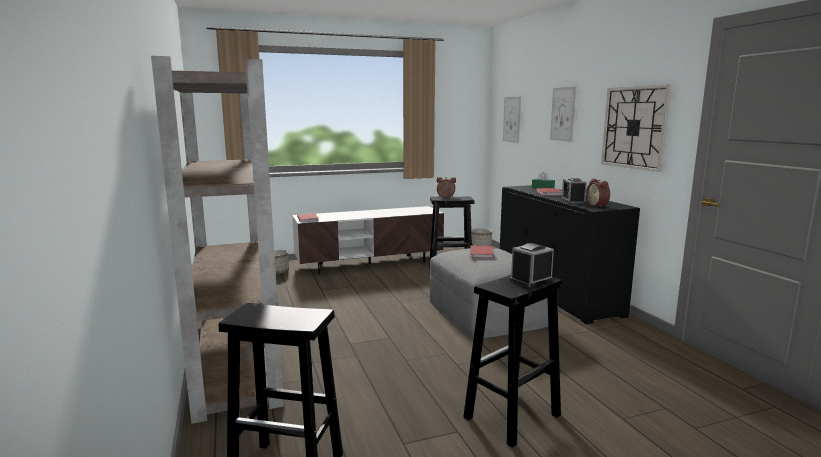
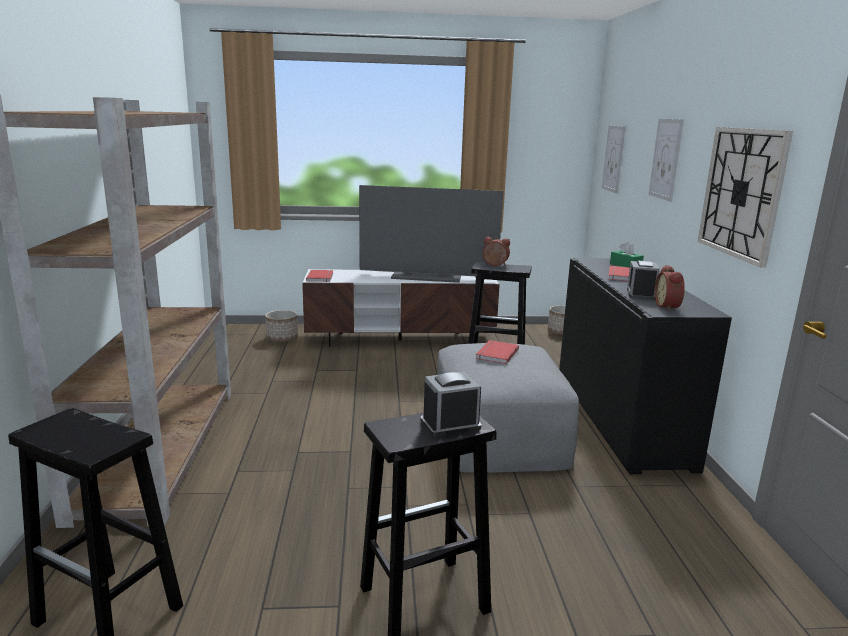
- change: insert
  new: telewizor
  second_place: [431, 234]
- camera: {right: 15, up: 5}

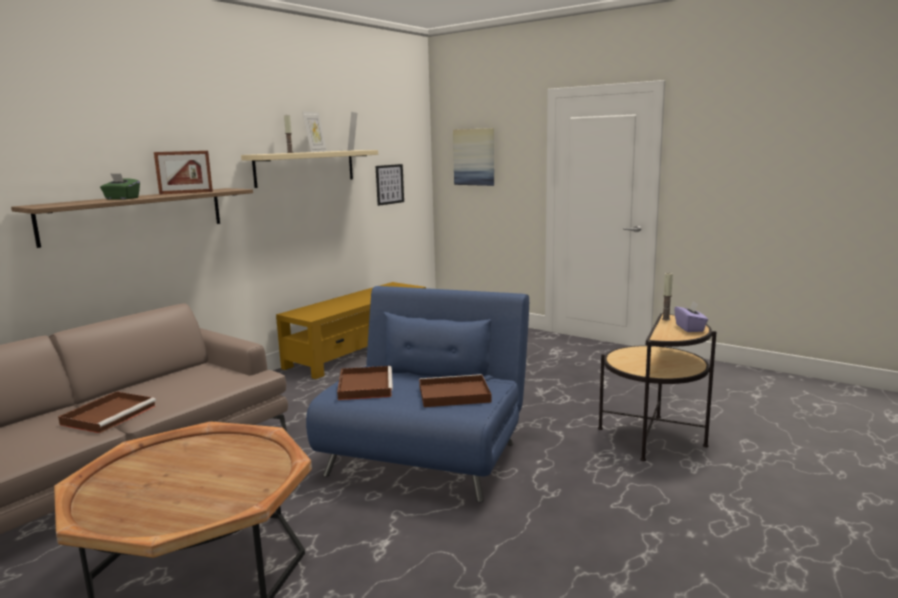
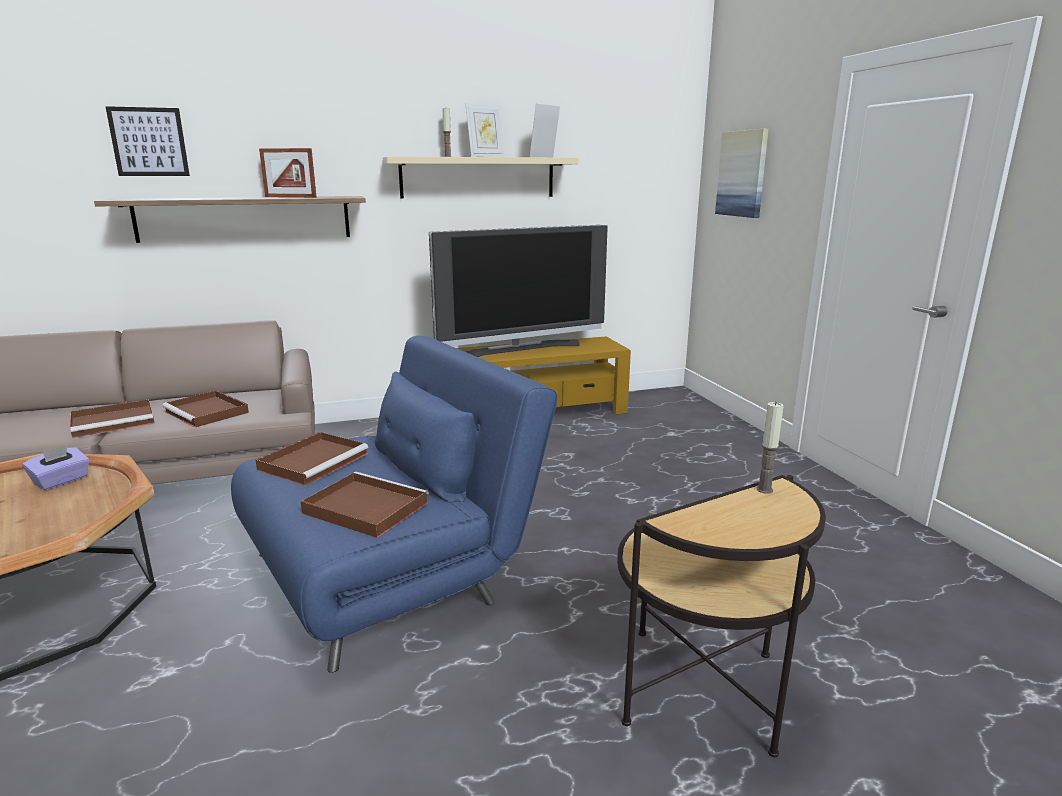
- change: move
  old: pudełko chusteczek [fioletowy]
  first_place: [691, 316]
  second_place: [55, 467]
- change: move
  old: obraz
  first_place: [390, 185]
  second_place: [147, 141]
- change: insert
  new: taca [brązowy]
  second_place: [205, 409]
- change: insert
  new: telewizor
  second_place: [518, 291]
- change: delete
  old: pudełko chusteczek [zielony]
  first_place: [120, 186]
- camera: {right: 35, up: 5}

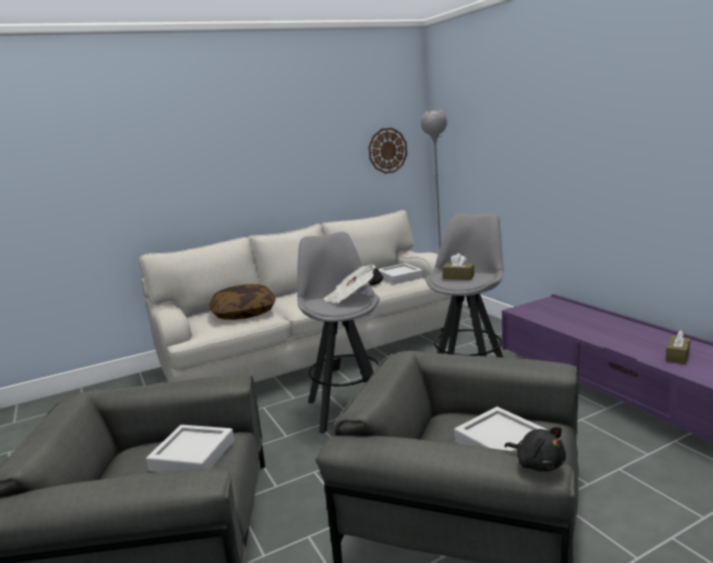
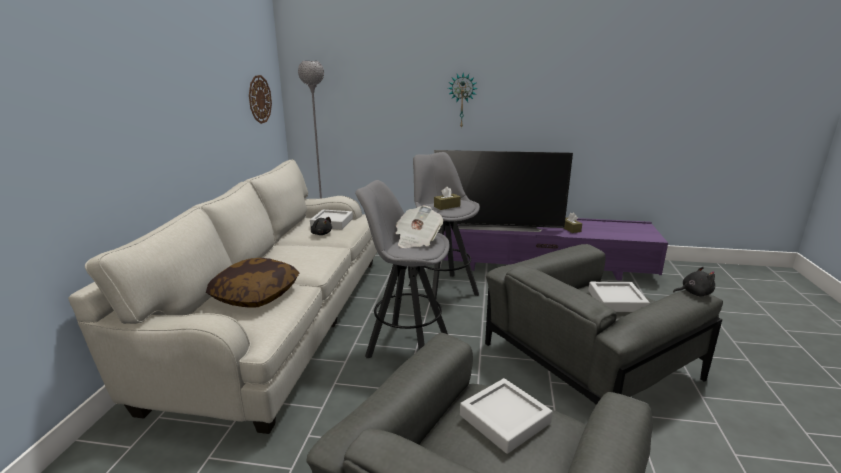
- change: insert
  new: telewizor
  second_place: [503, 191]
- change: insert
  new: zegar ścienny
  second_place: [463, 101]
- camera: {right: -55, up: 5}

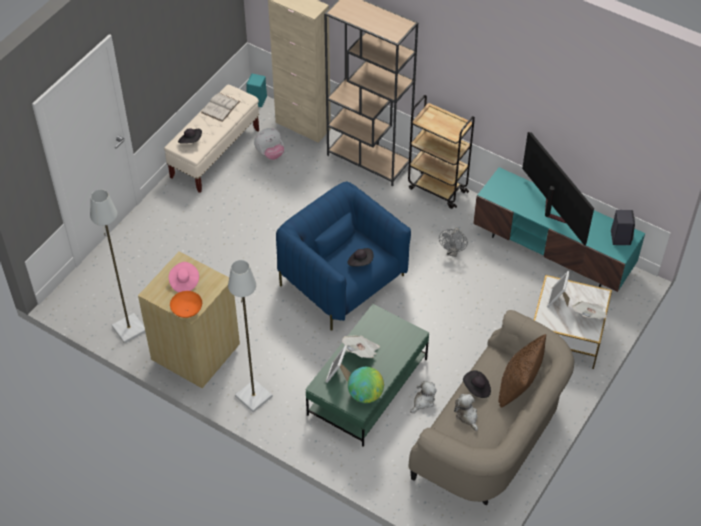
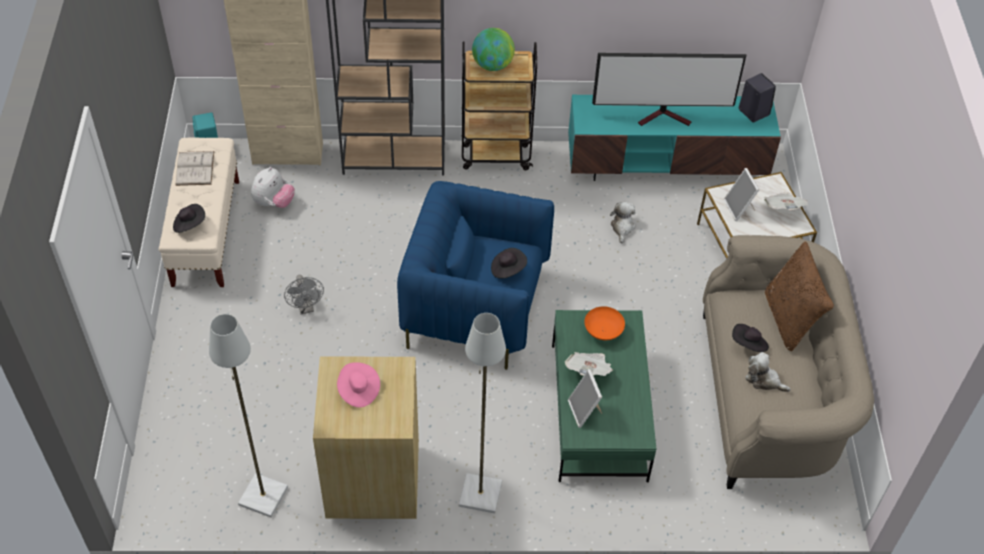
- change: move
  old: wentylator [szary]
  first_place: [453, 242]
  second_place: [304, 295]
- change: move
  old: globus
  first_place: [366, 385]
  second_place: [493, 49]
- change: move
  old: miska [pomarańczowy]
  first_place: [186, 304]
  second_place: [604, 323]
- change: rotate
  old: telewizor
  first_place: [558, 189]
  second_place: [669, 89]
  degrees: 150
- change: move
  old: pluszak
  first_place: [423, 397]
  second_place: [623, 222]
- camera: {right: -35, up: 0}

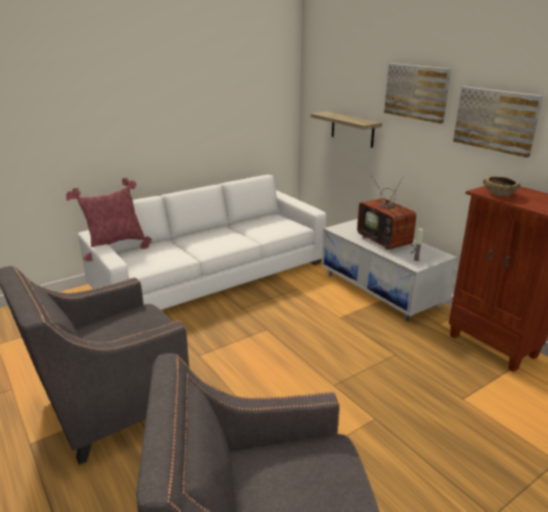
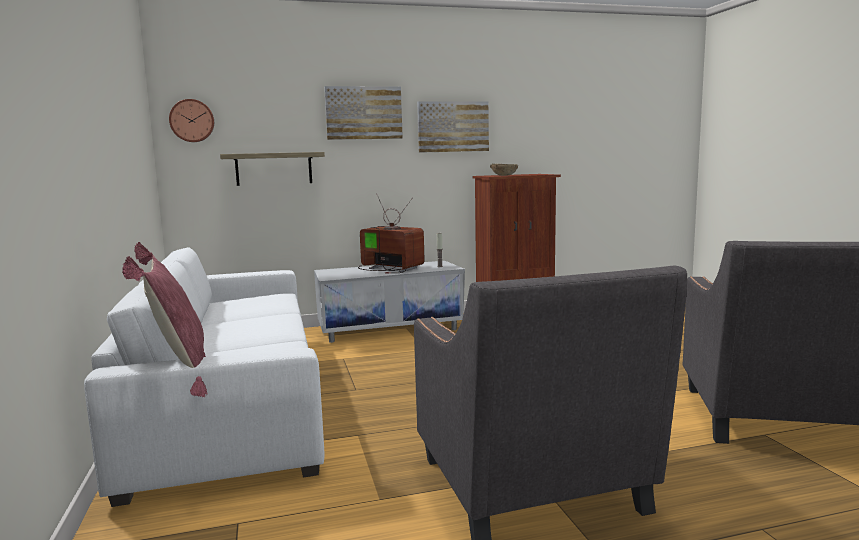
- change: insert
  new: zegar ścienny
  second_place: [191, 120]
- change: rotate
  old: telewizor
  first_place: [386, 214]
  second_place: [391, 234]
  degrees: -135
- camera: {right: -70, up: -15}

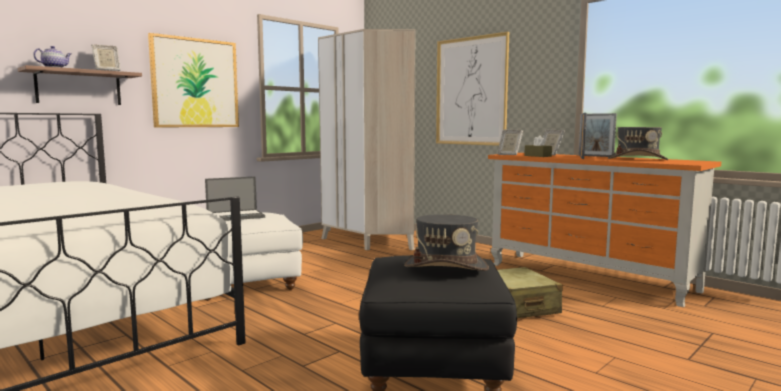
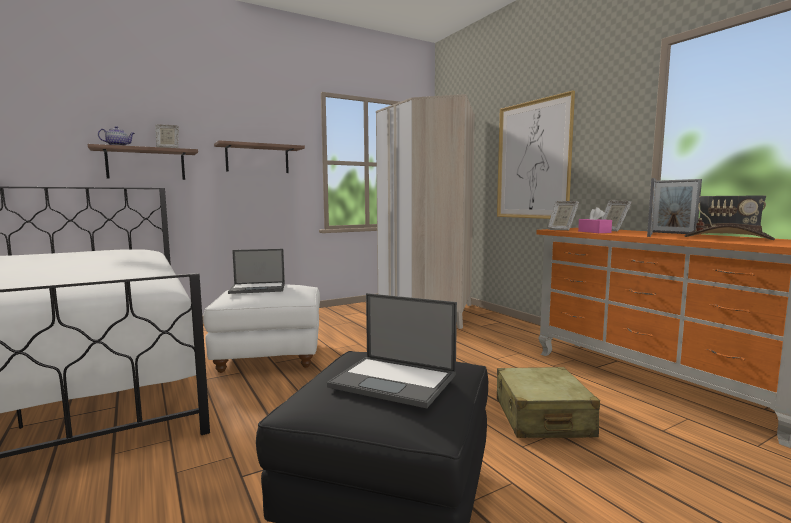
- change: replace
  old: obraz
  new: półka
  first_place: [193, 80]
  second_place: [259, 156]
- change: replace
  old: kapelusz [szary]
  new: laptop
  first_place: [446, 242]
  second_place: [392, 350]
- change: recolor
  old: pudełko chusteczek [brązowy]
  new: pudełko chusteczek [różowy]
  first_place: [538, 146]
  second_place: [595, 220]
- camera: {right: 15, up: 0}

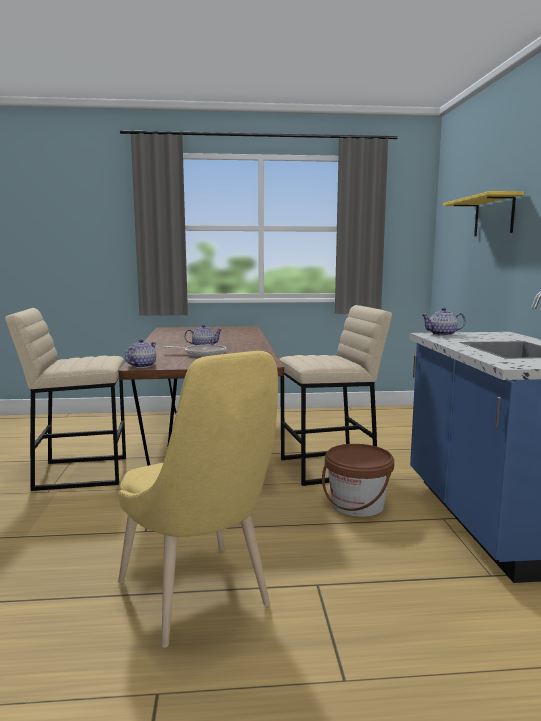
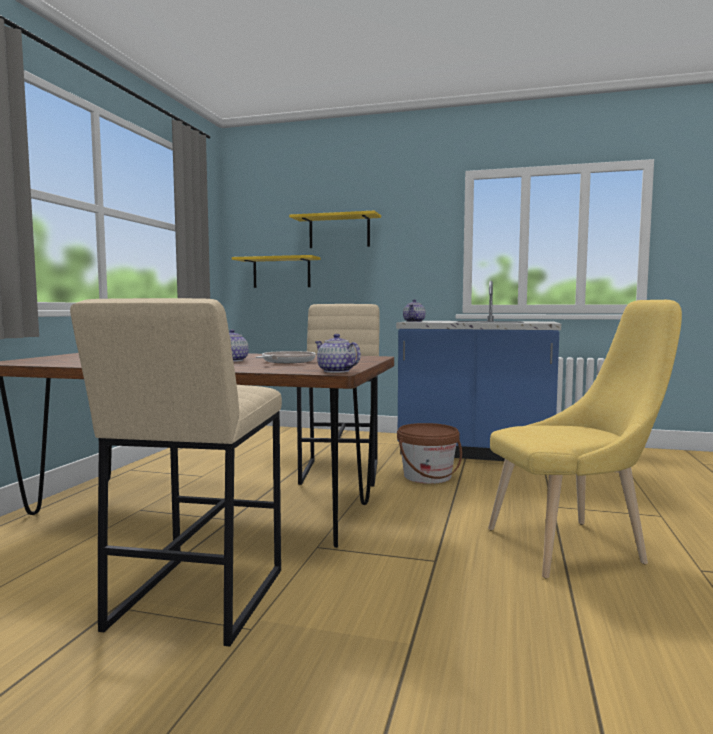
- change: insert
  new: półka [żółty]
  second_place: [276, 271]
- camera: {right: -70, up: -5}

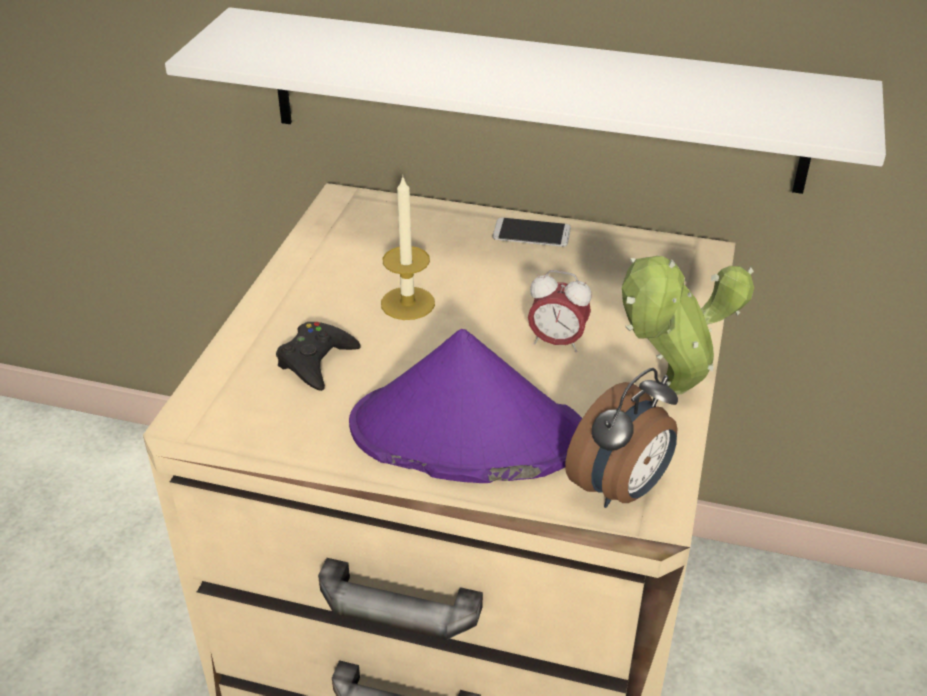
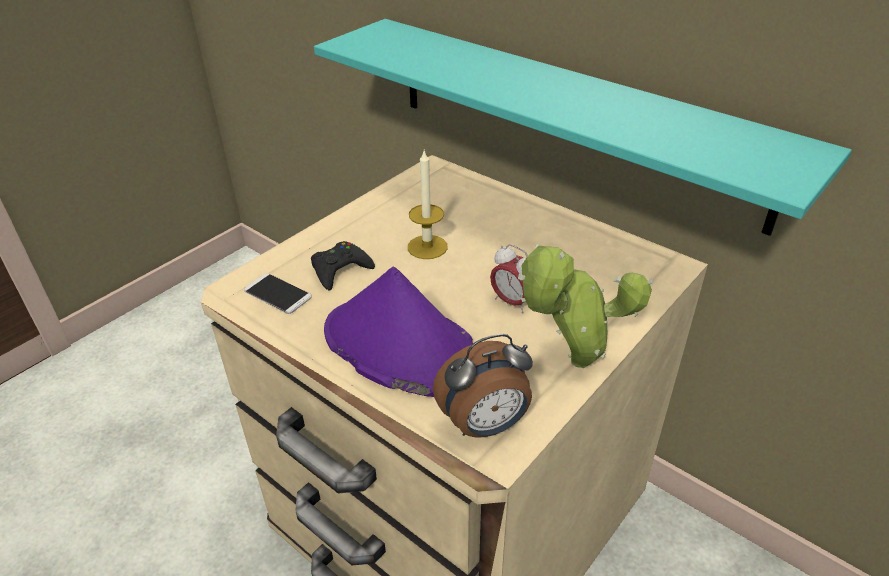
- change: move
  old: telefon
  first_place: [532, 232]
  second_place: [278, 293]
- change: recolor
  old: półka [biały]
  new: półka [turkusowy]
  first_place: [525, 100]
  second_place: [583, 127]
- camera: {right: 25, up: 0}

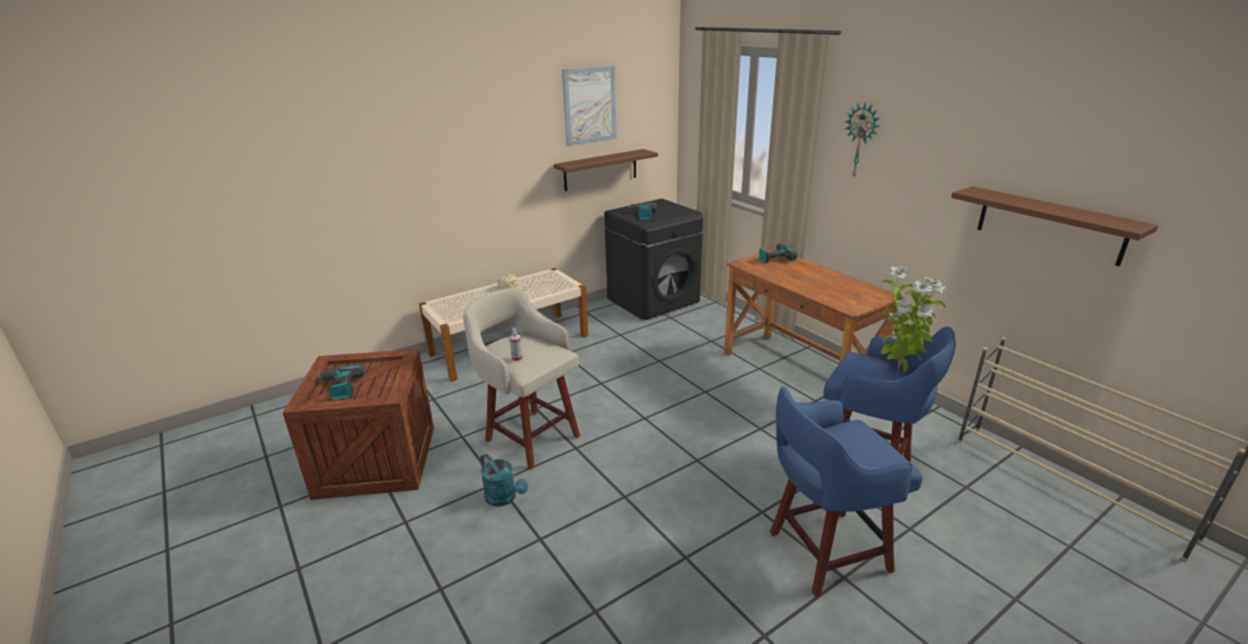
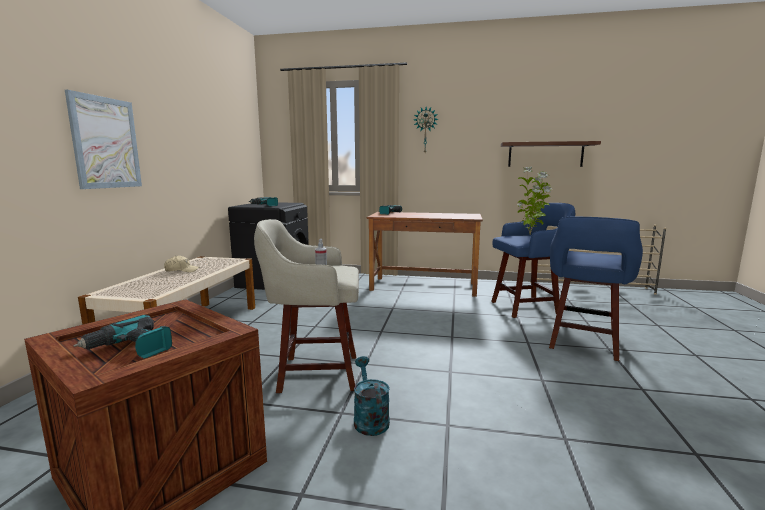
- change: move
  old: obraz
  first_place: [589, 105]
  second_place: [103, 139]
- change: rotate
  old: konewka [turkusowy]
  first_place: [504, 480]
  second_place: [372, 396]
  degrees: -105
- change: delete
  old: półka [brązowy]
  first_place: [605, 170]
- camera: {right: -45, up: -15}

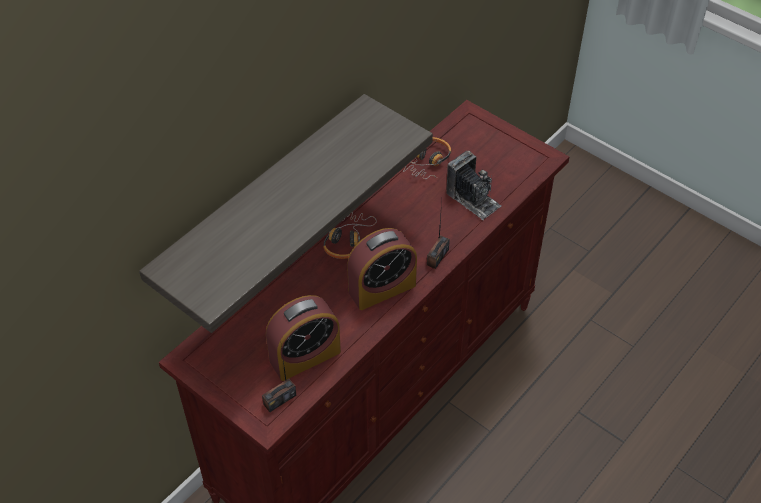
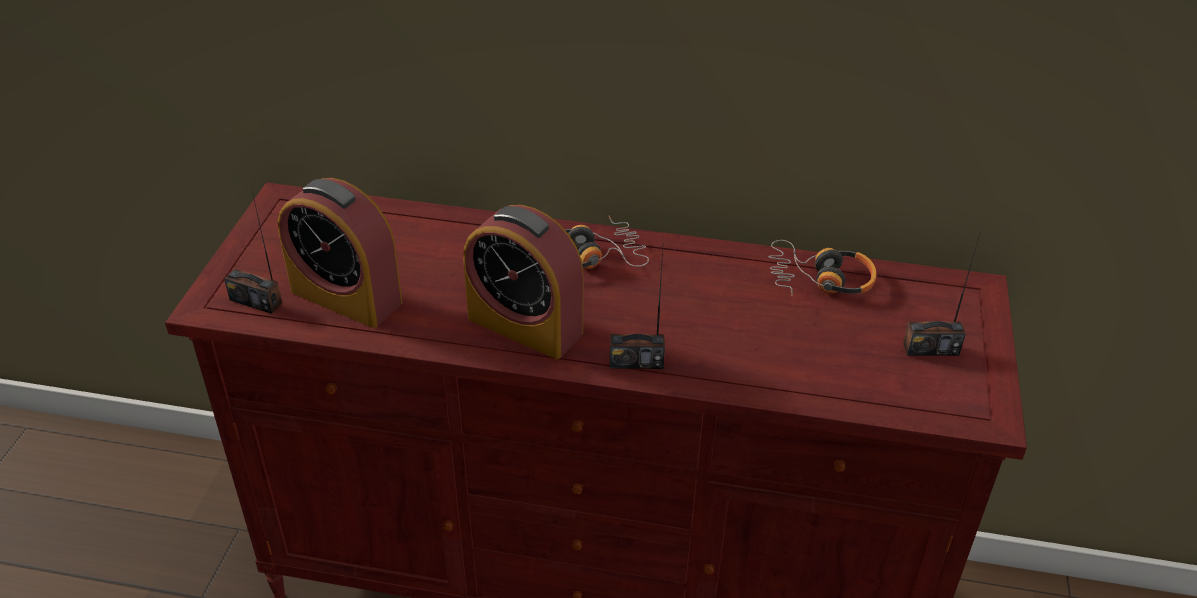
- change: insert
  new: radio
  second_place: [942, 293]
- change: delete
  old: półka
  first_place: [286, 213]
- change: delete
  old: aparat fotograficzny
  first_place: [473, 185]
- camera: {right: 60, up: -10}

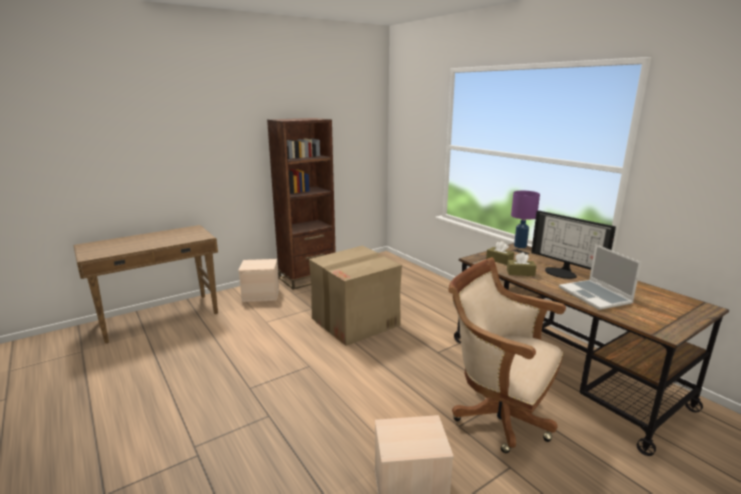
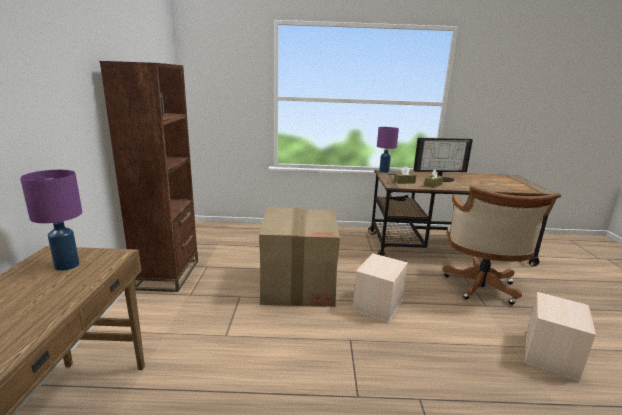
- change: insert
  new: lampa stołowa [fioletowy]
  second_place: [51, 220]
- change: move
  old: pojemnik do przechowywania [beżowy]
  first_place: [258, 280]
  second_place: [380, 288]
- change: rotate
  old: krzesło biurowe
  first_place: [507, 355]
  second_place: [502, 245]
  degrees: -60
- change: delete
  old: laptop
  first_place: [600, 277]
- camera: {right: -55, up: 0}

